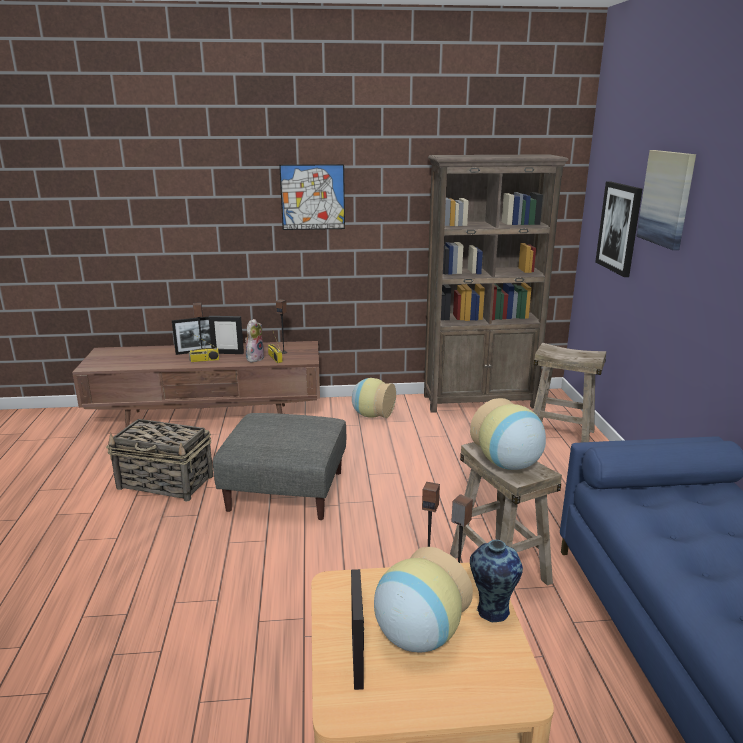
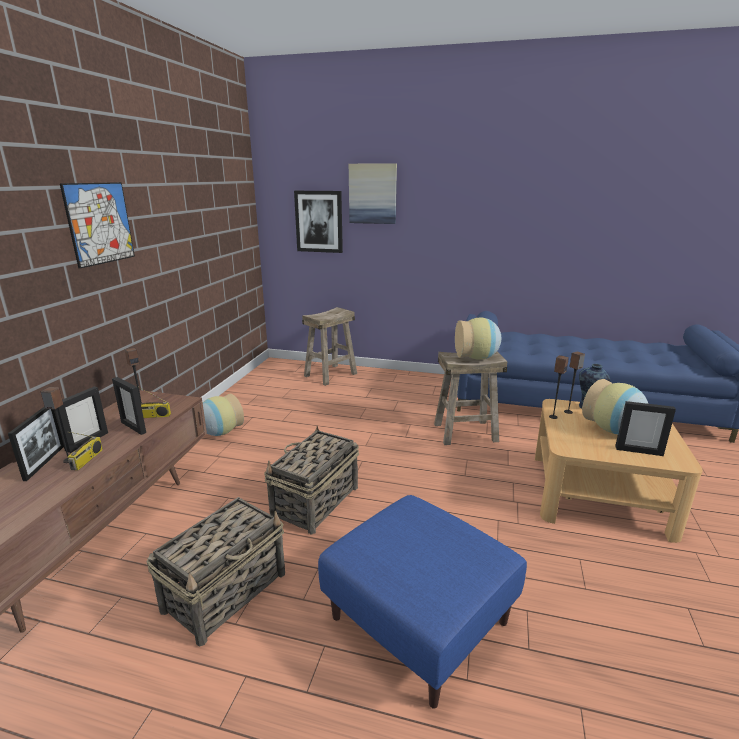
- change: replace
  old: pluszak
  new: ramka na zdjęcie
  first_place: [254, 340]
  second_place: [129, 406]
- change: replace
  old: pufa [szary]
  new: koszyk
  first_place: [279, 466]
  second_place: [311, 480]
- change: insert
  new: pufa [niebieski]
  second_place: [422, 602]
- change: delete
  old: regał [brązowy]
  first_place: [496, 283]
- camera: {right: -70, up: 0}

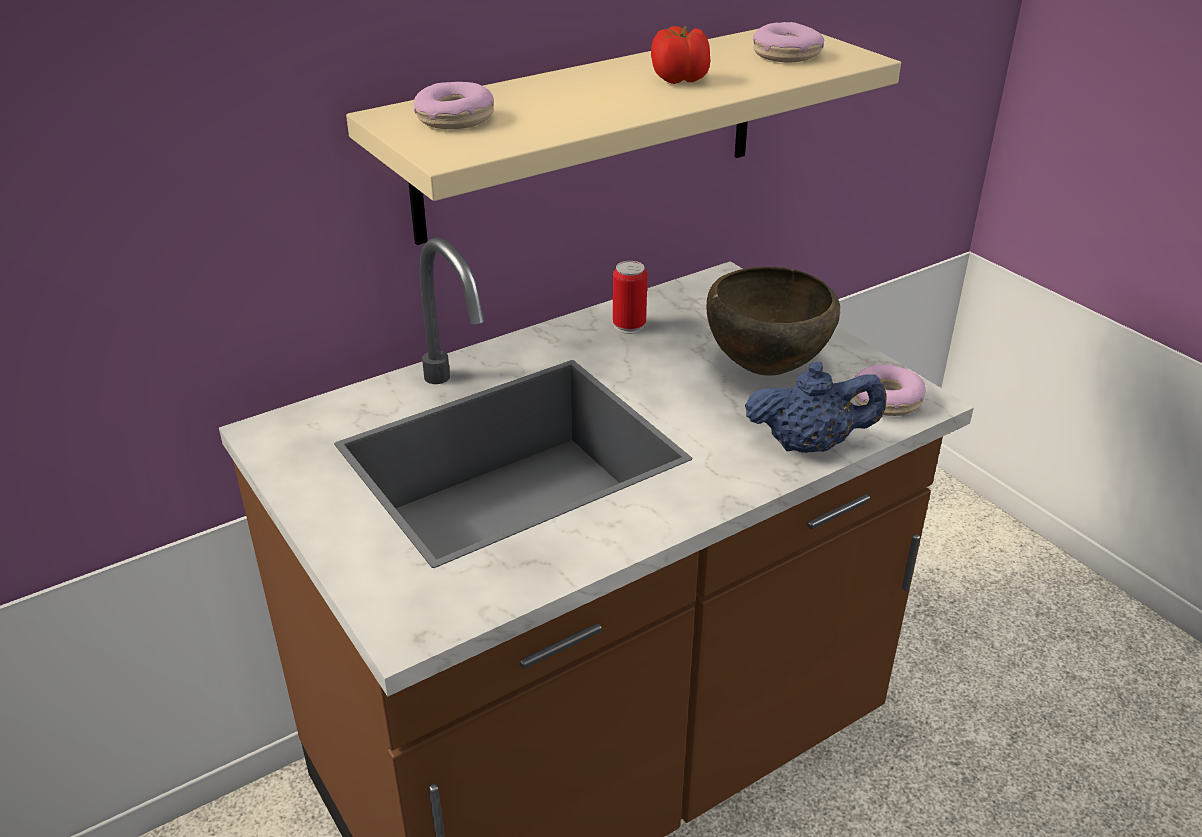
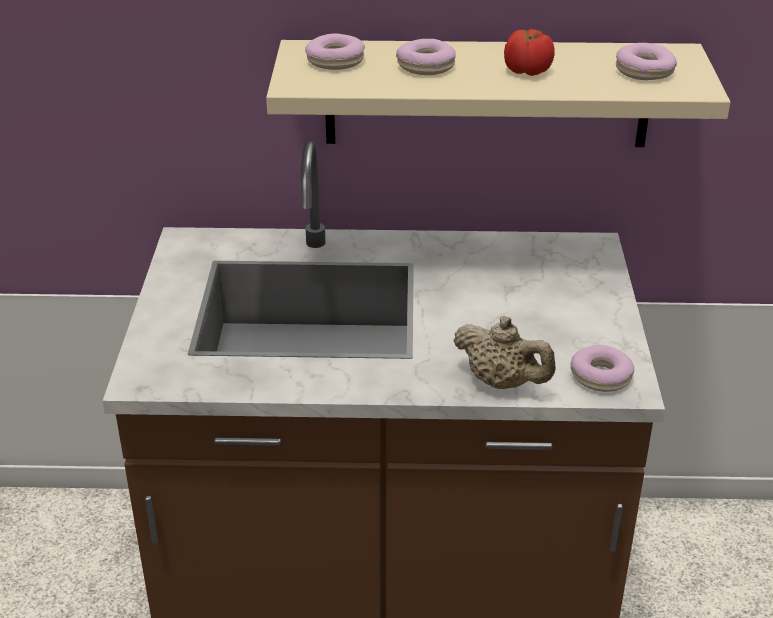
- change: insert
  new: donut
  second_place: [426, 57]
- change: recolor
  old: imbryk [niebieski]
  new: imbryk [beżowy]
  first_place: [816, 407]
  second_place: [504, 352]
- change: delete
  old: puszka
  first_place: [630, 297]
- change: delete
  old: miska [brązowy]
  first_place: [773, 321]
- camera: {right: 35, up: 0}

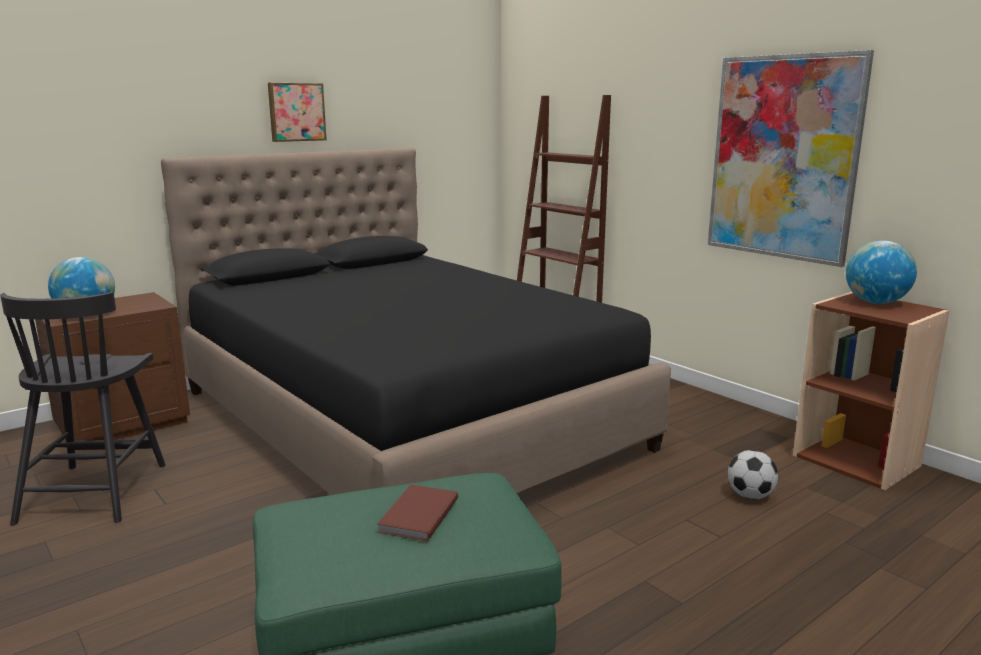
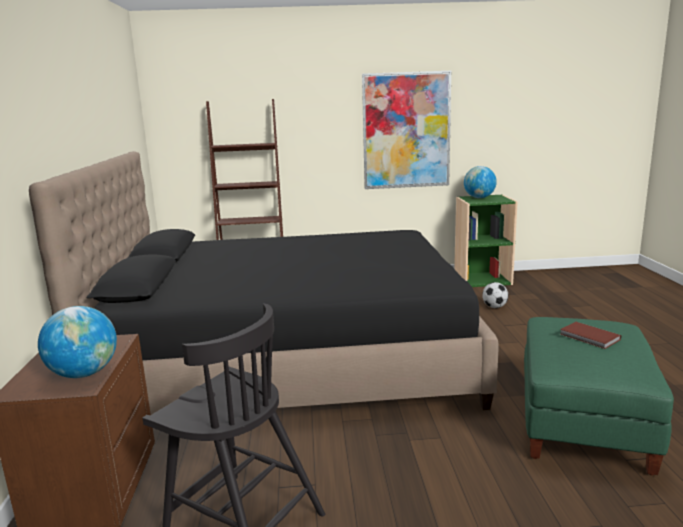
- change: recolor
  old: regał [brązowy]
  new: regał [zielony]
  first_place: [871, 391]
  second_place: [486, 241]
- change: delete
  old: obraz
  first_place: [297, 112]
- camera: {right: -55, up: 0}

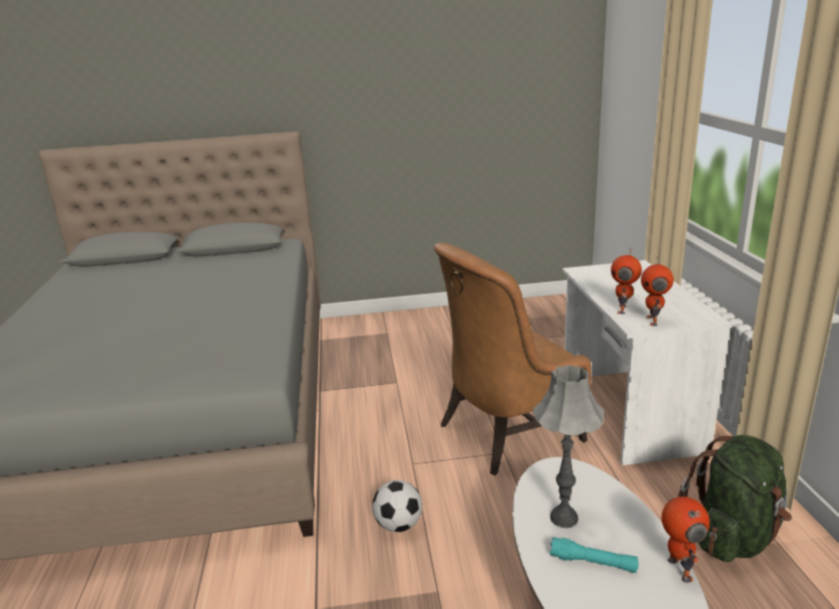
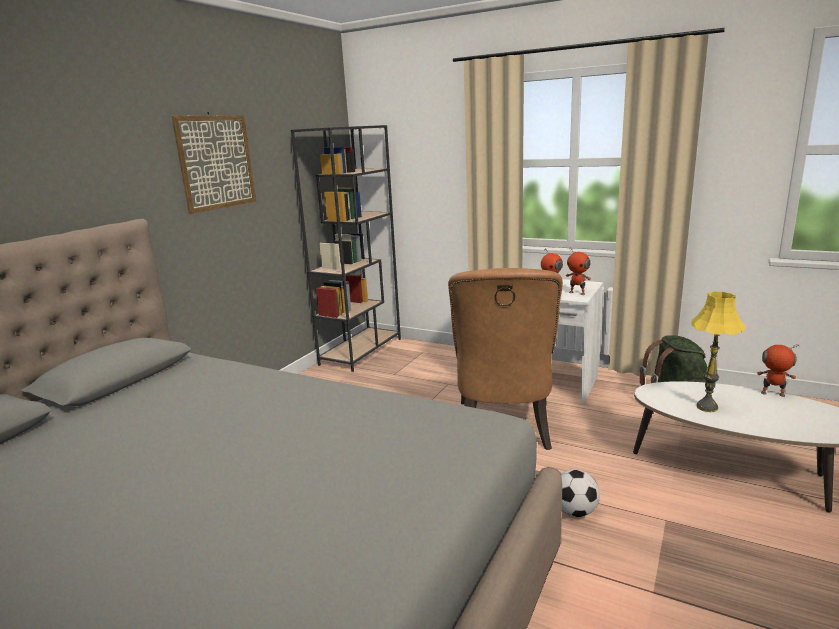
- change: insert
  new: obraz
  second_place: [214, 163]
- change: insert
  new: regał
  second_place: [346, 248]
- change: recolor
  old: lampa stołowa [szary]
  new: lampa stołowa [żółty]
  first_place: [568, 446]
  second_place: [718, 352]
- change: delete
  old: latarka [turkusowy]
  first_place: [594, 555]
- camera: {right: -55, up: -5}

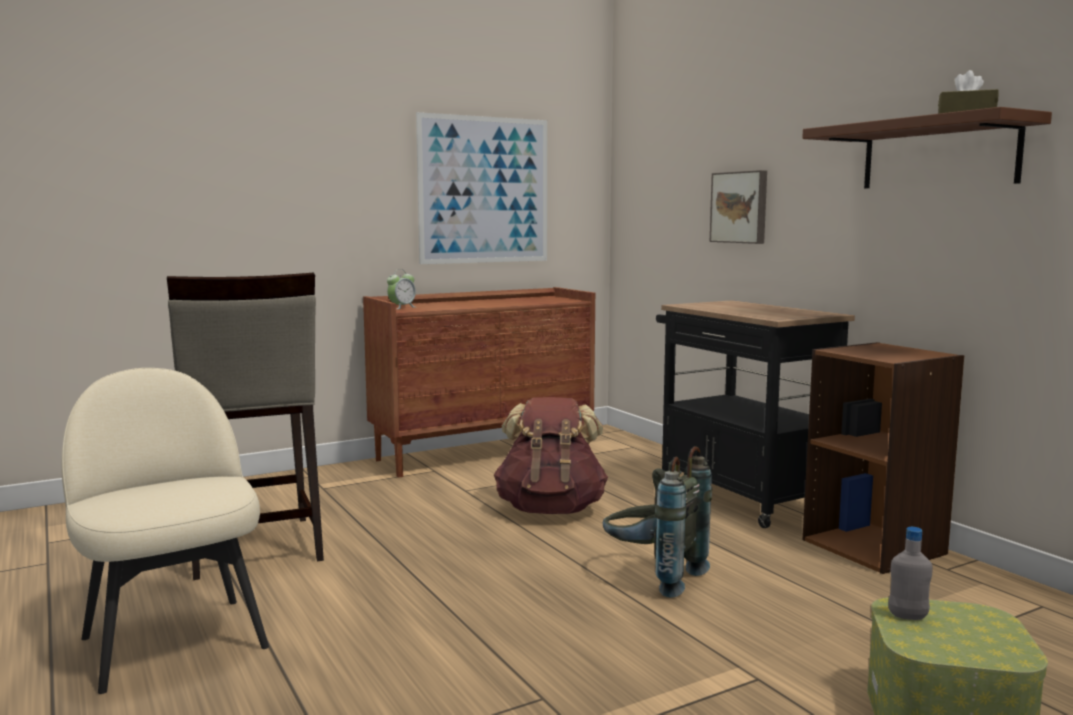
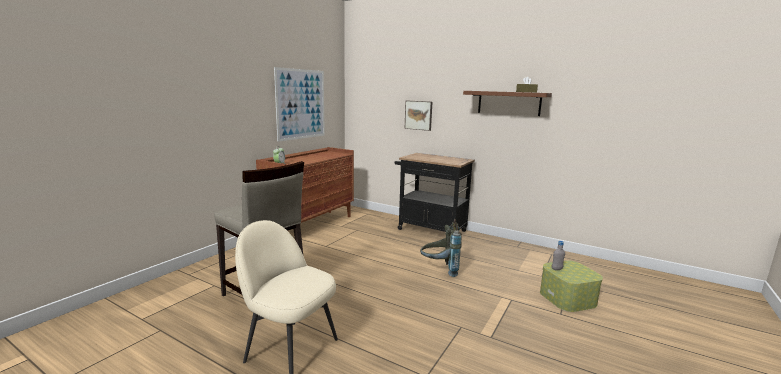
- change: delete
  old: plecak [brązowy]
  first_place: [551, 455]
- change: delete
  old: regał [brązowy]
  first_place: [883, 458]
- camera: {right: -30, up: 5}

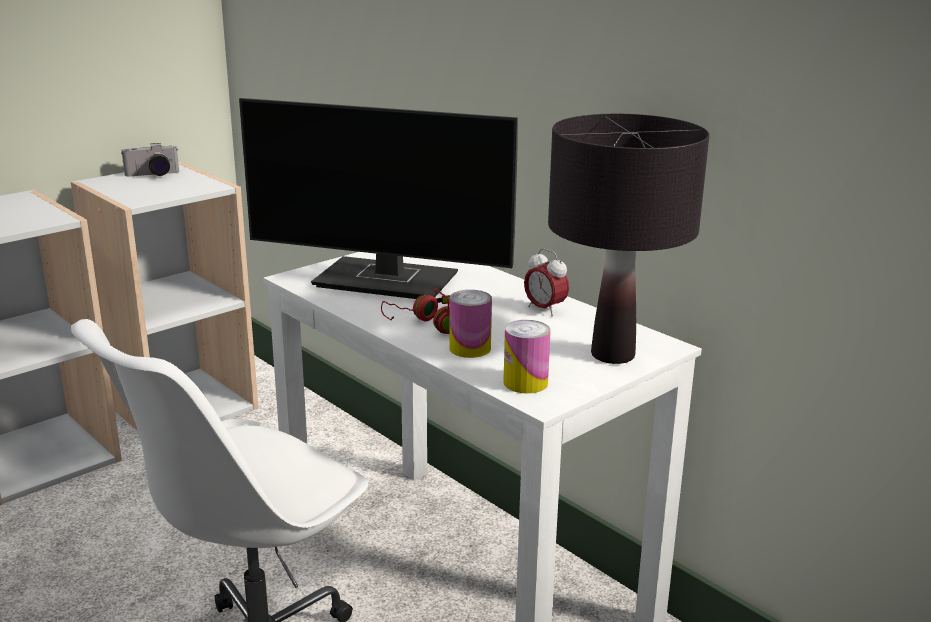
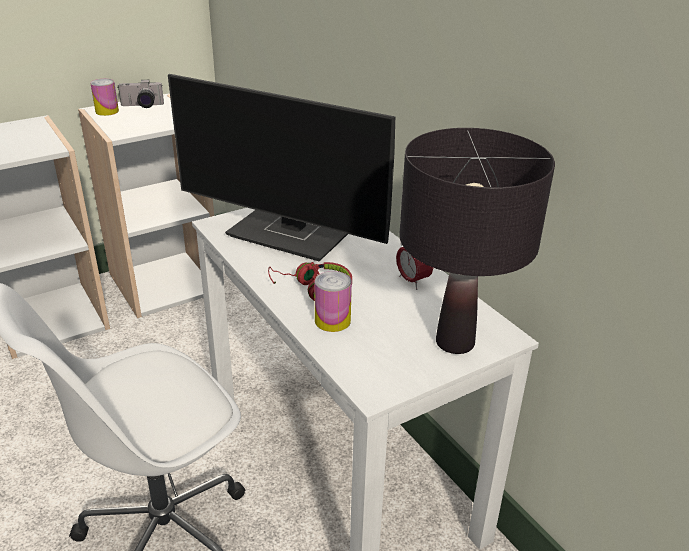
- change: move
  old: puszka
  first_place: [527, 356]
  second_place: [104, 97]
- camera: {right: 10, up: 10}

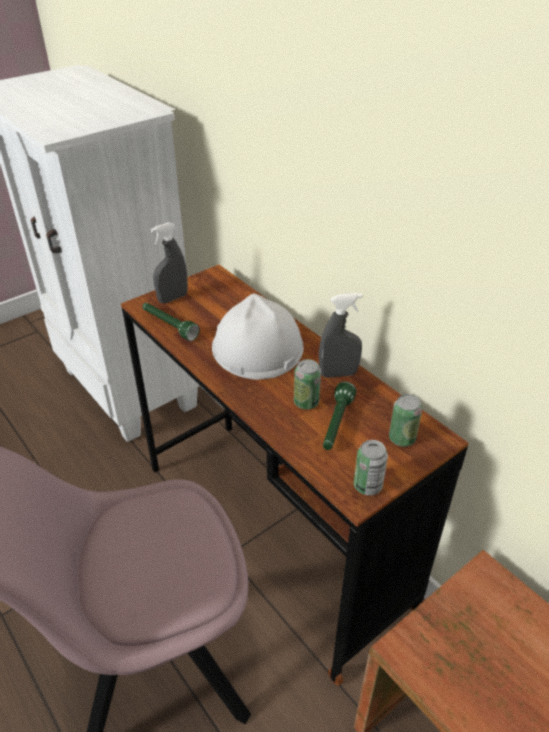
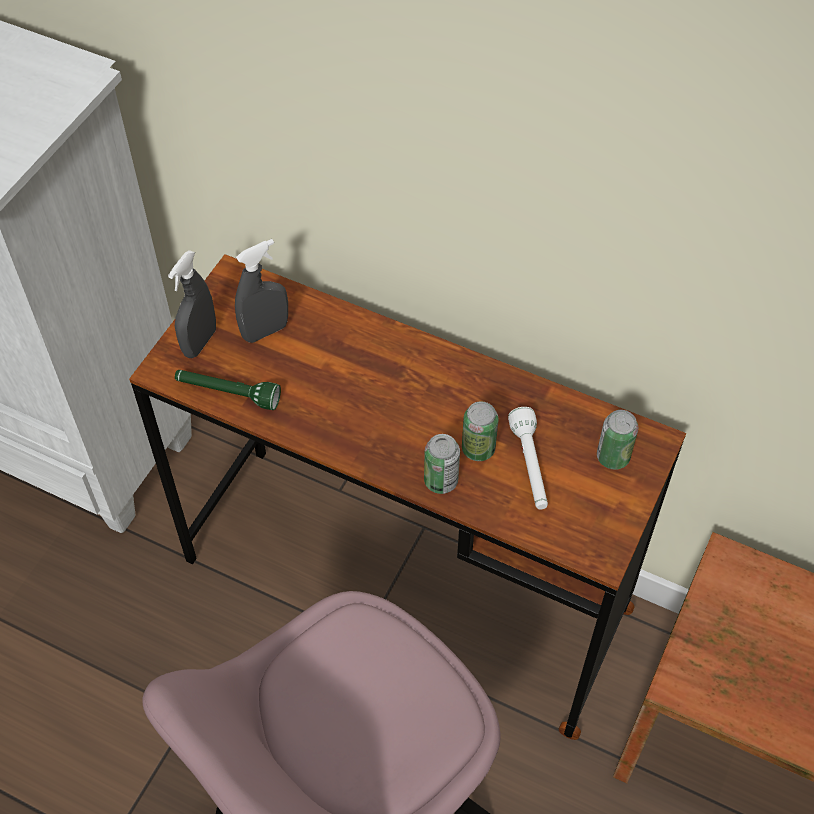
- change: move
  old: spryskiwacz [szary]
  first_place: [340, 335]
  second_place: [261, 291]
- change: move
  old: puszka
  first_place: [371, 468]
  second_place: [442, 464]
- change: recolor
  old: latarka [zielony]
  new: latarka [biały]
  first_place: [339, 416]
  second_place: [528, 458]
- change: delete
  old: kask [biały]
  first_place: [258, 336]
- camera: {right: -25, up: 15}

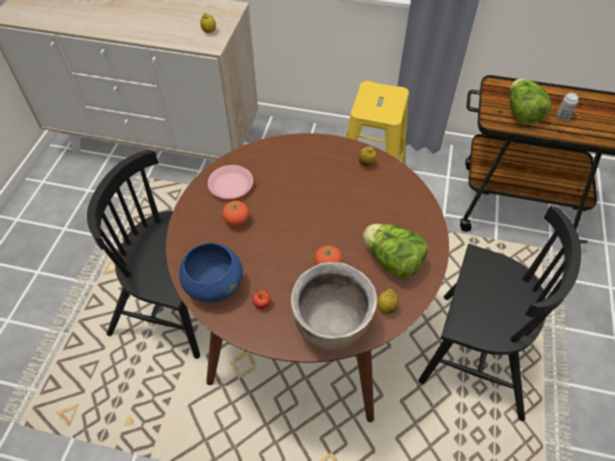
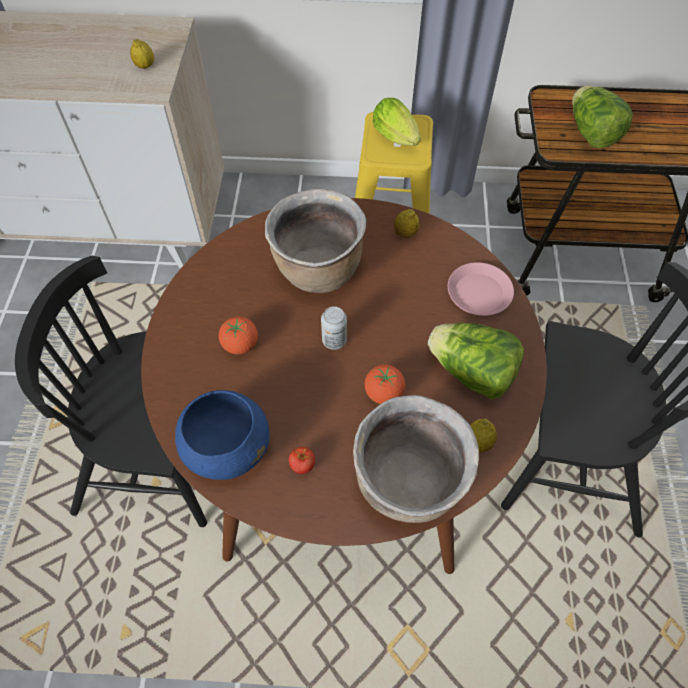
- change: insert
  new: garnek [brązowy]
  second_place: [315, 241]
- change: move
  old: puszka
  first_place: [567, 106]
  second_place: [334, 328]
- change: insert
  new: sałata
  second_place: [397, 122]
- change: move
  old: talerz [różowy]
  first_place: [230, 182]
  second_place: [481, 289]
- camera: {right: -10, up: 5}

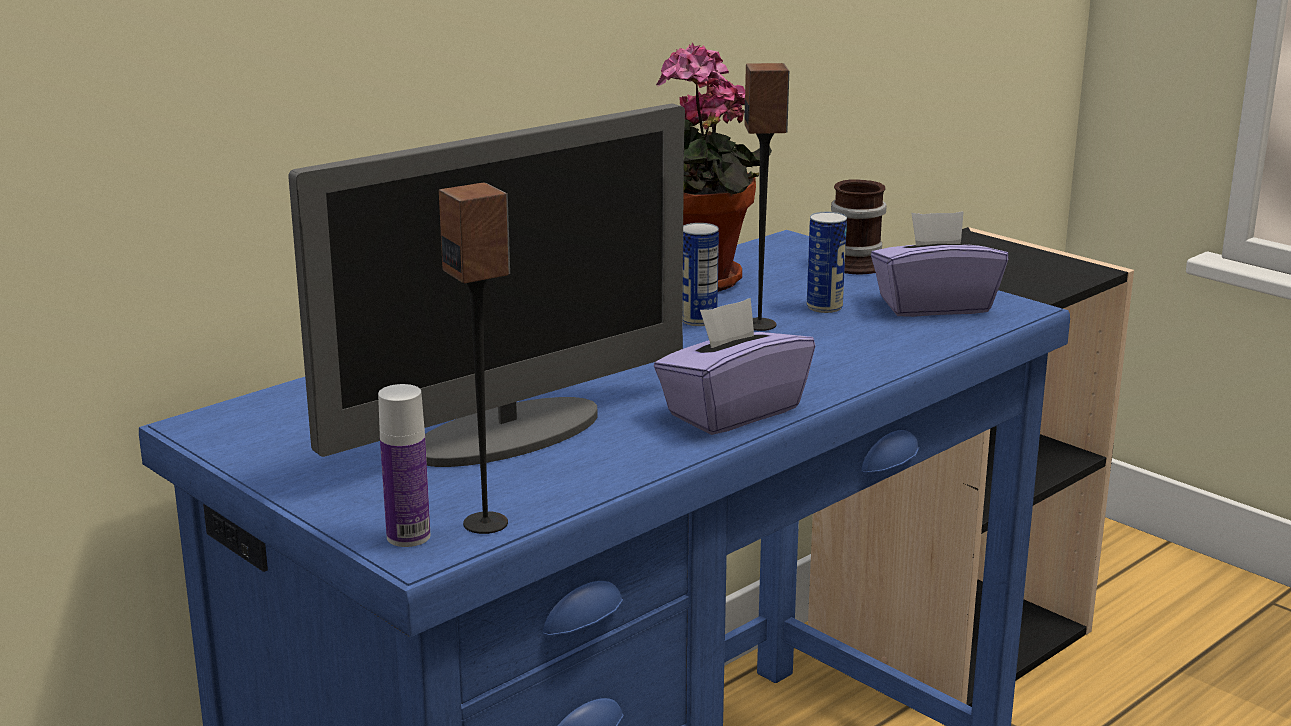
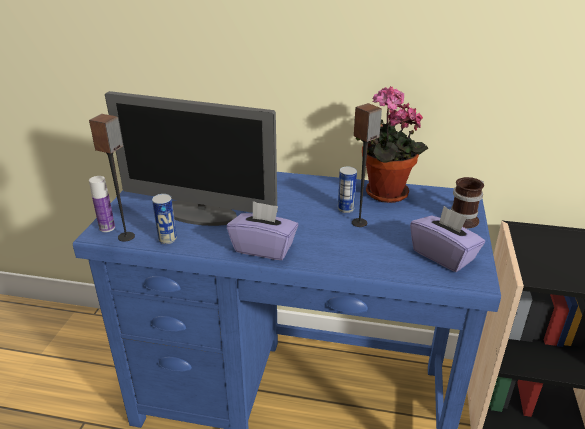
- change: move
  old: puszka
  first_place: [827, 262]
  second_place: [164, 219]
- camera: {right: 55, up: 10}

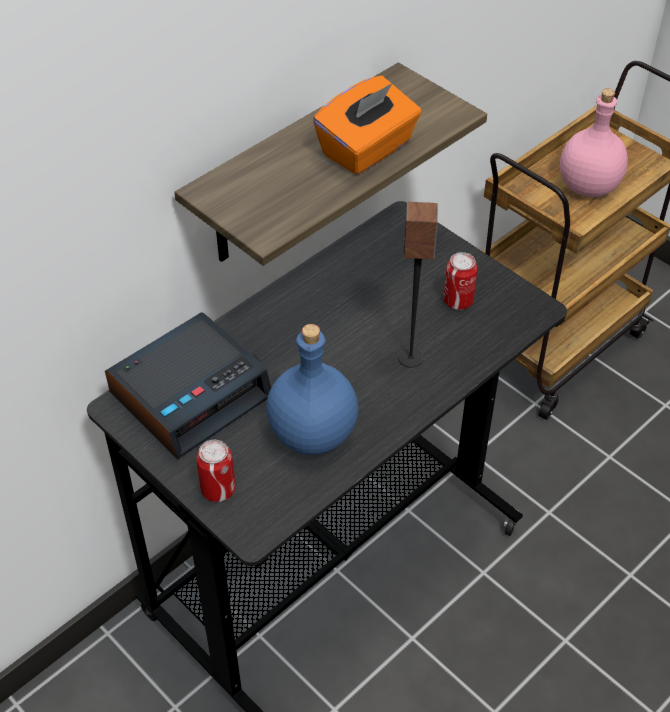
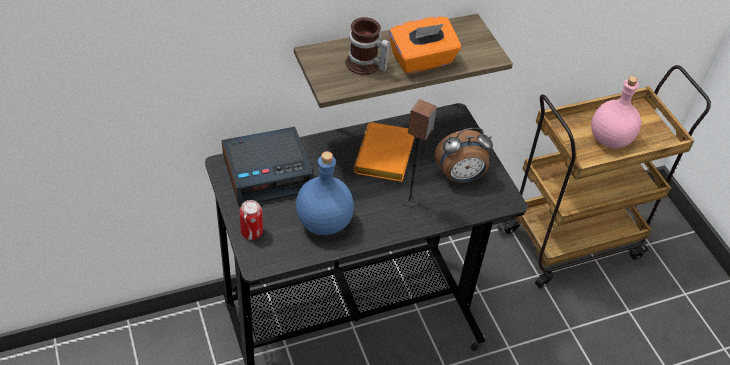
- change: insert
  new: kubek
  second_place: [367, 46]
- change: insert
  new: książka [pomarańczowy]
  second_place: [383, 152]
- change: replace
  old: puszka
  new: budzik
  first_place: [460, 281]
  second_place: [464, 155]
- camera: {right: 20, up: 0}

